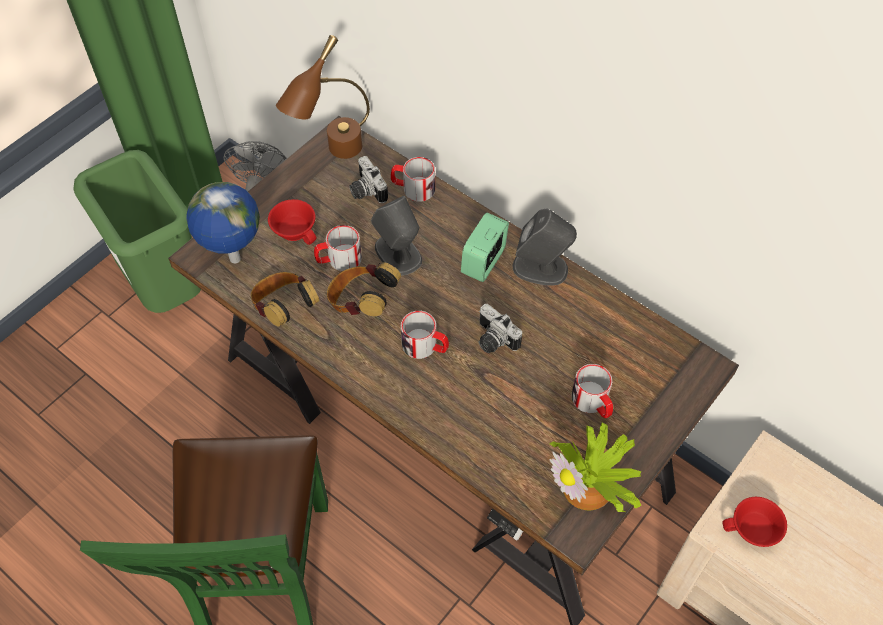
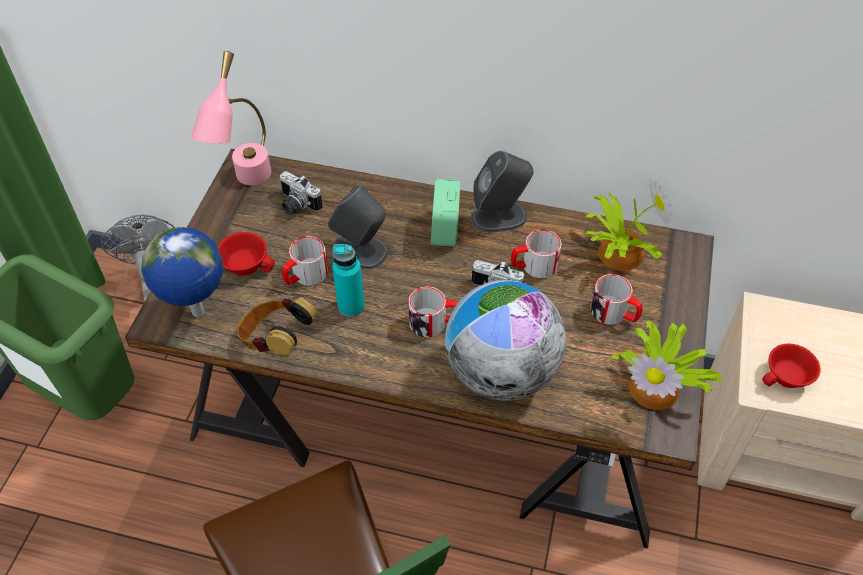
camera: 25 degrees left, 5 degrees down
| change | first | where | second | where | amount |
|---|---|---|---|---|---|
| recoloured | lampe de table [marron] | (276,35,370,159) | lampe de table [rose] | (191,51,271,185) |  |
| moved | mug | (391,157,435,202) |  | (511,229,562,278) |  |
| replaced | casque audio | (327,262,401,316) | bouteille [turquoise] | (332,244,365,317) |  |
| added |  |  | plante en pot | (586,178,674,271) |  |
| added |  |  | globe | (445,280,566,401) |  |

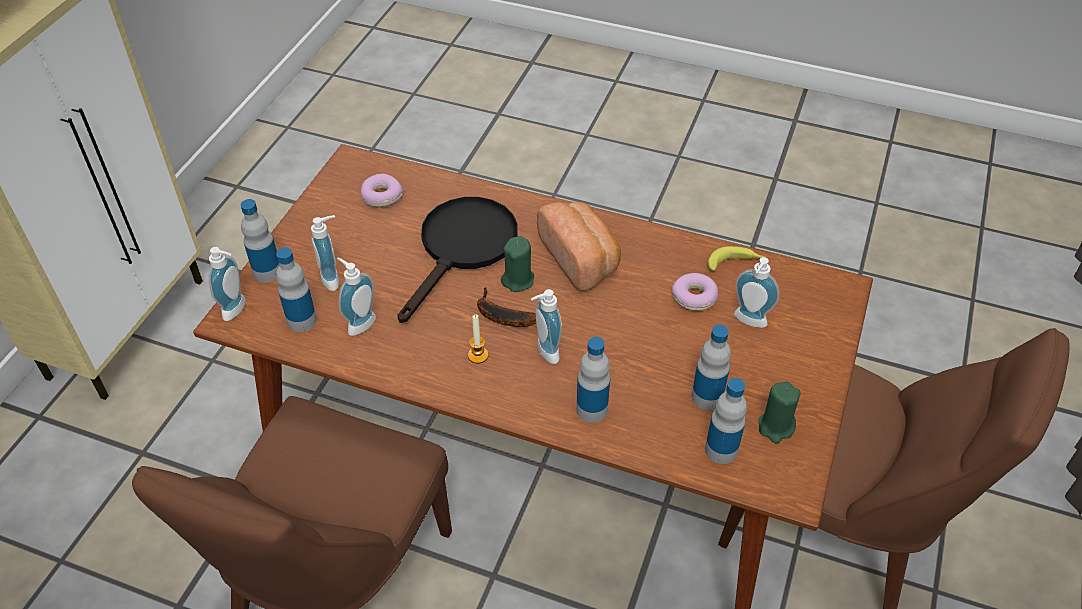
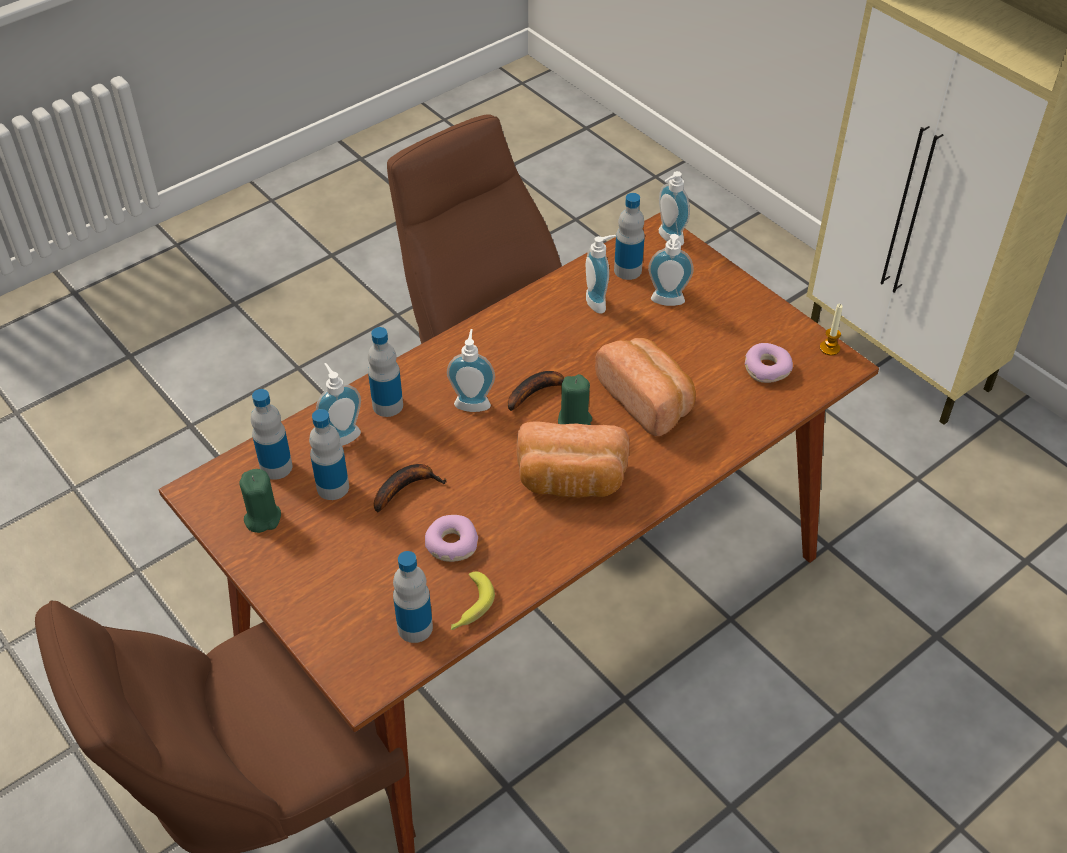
camera: 120 degrees right, 0 degrees up
| change | first | where | second | where | amount |
|---|---|---|---|---|---|
| replaced | poêle [noir] | (397,197,518,323) | pain | (595,338,696,436) |  |
| moved | bouteille | (241,199,280,283) |  | (393,551,433,643) |  |
| moved | distributeur de savon | (734,257,780,328) |  | (316,363,361,446) |  |
| moved | bougie | (468,315,488,364) |  | (820,304,843,355) |  |
| added |  |  | banane | (374,464,447,513) |  |

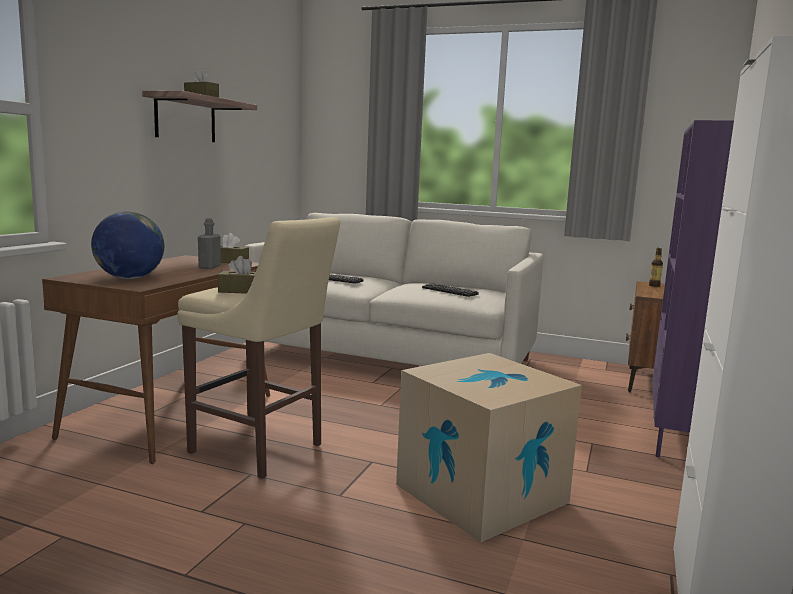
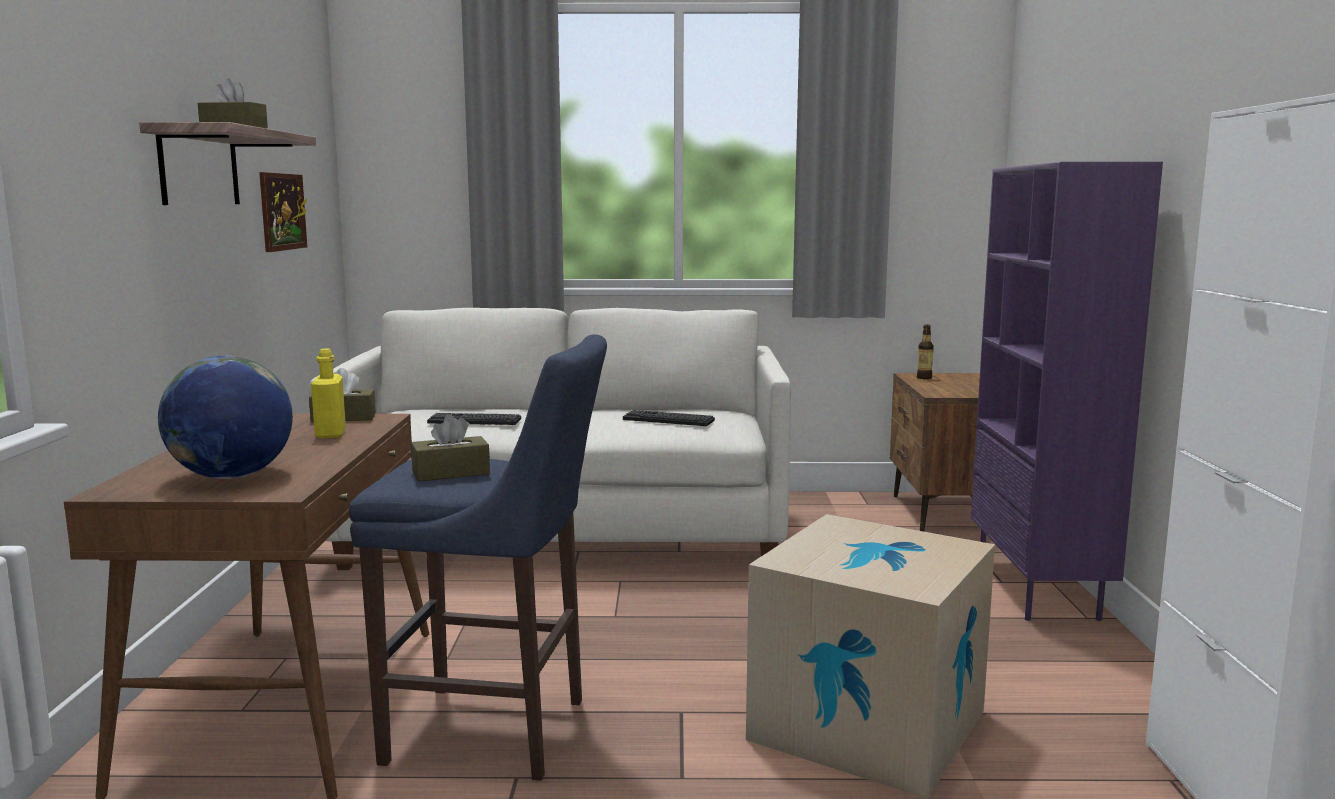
camera: 20 degrees left, 0 degrees up
| change | first | where | second | where | amount |
|---|---|---|---|---|---|
| recoloured | tabouret [beige] | (177,217,340,479) | tabouret [bleu] | (349,334,607,781) |  |
| recoloured | bouteille [gris] | (198,218,221,269) | bouteille [jaune] | (311,348,346,438) |  |
| added |  |  | tableau | (259,172,307,252) |  |

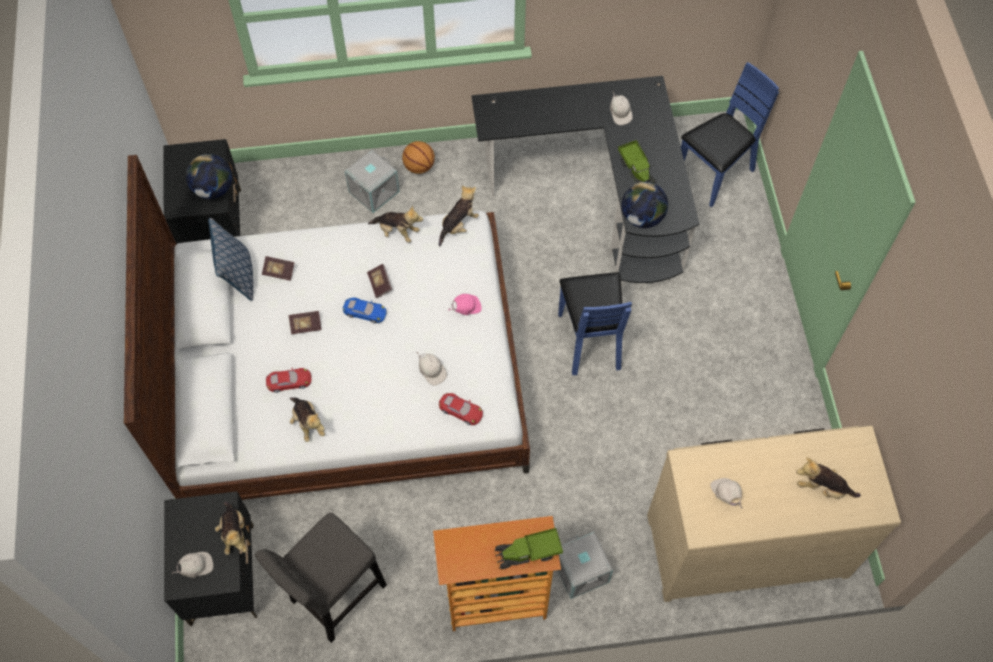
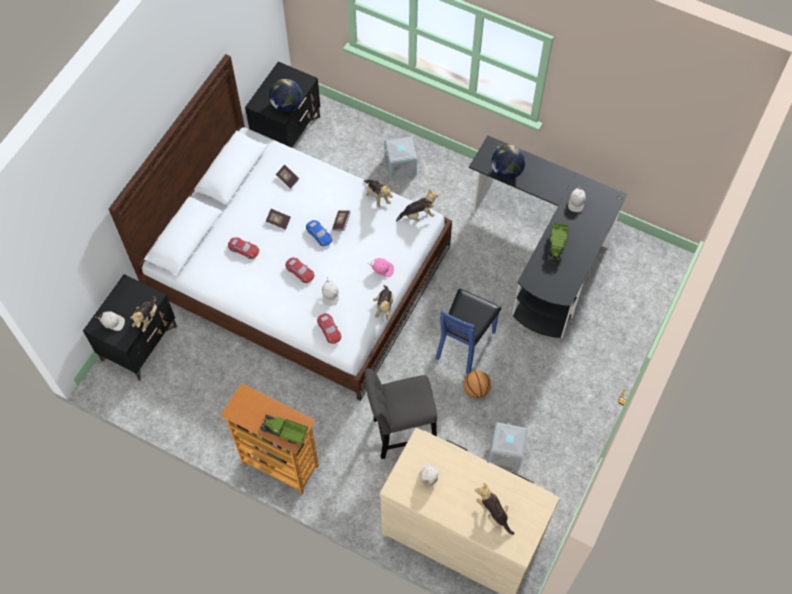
camera: 35 degrees right, 0 degrees up
| change | first | where | second | where | amount |
|---|---|---|---|---|---|
| removed | chaise [bleu] | (681,62,779,207) |  |  |  |
| moved | ballon de basket | (402,141,435,174) |  | (463,370,491,398) |  |
| moved | globe | (622,182,668,228) |  | (491,145,526,179) |  |
| removed | coussin | (208,218,254,301) |  |  |  |
| moved | peluche | (290,397,325,442) |  | (373,285,394,320) |  |
| moved | tabouret [gris] | (255,513,387,643) |  | (365,368,437,459) |  |
| moved | boîte de rangement [gris] | (557,531,613,599) |  | (488,422,528,469) |  |
| added |  |  | petite voiture [rouge] | (285,257,315,283) |  |

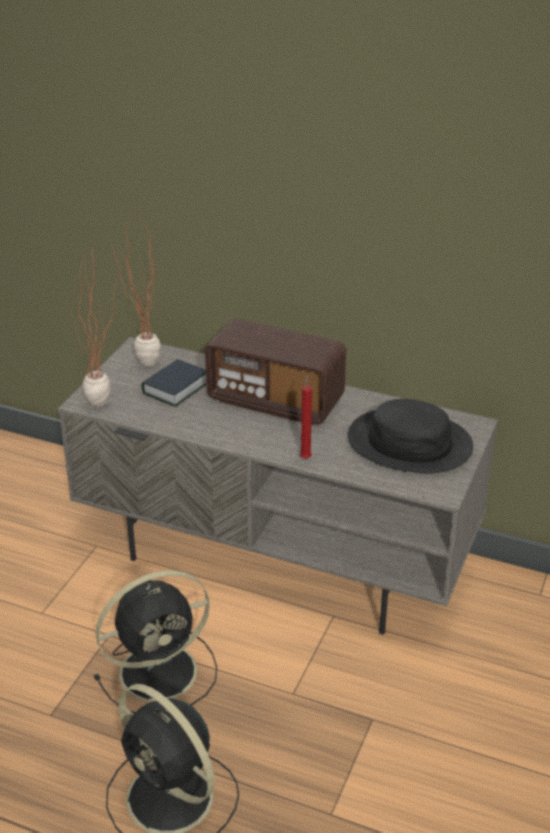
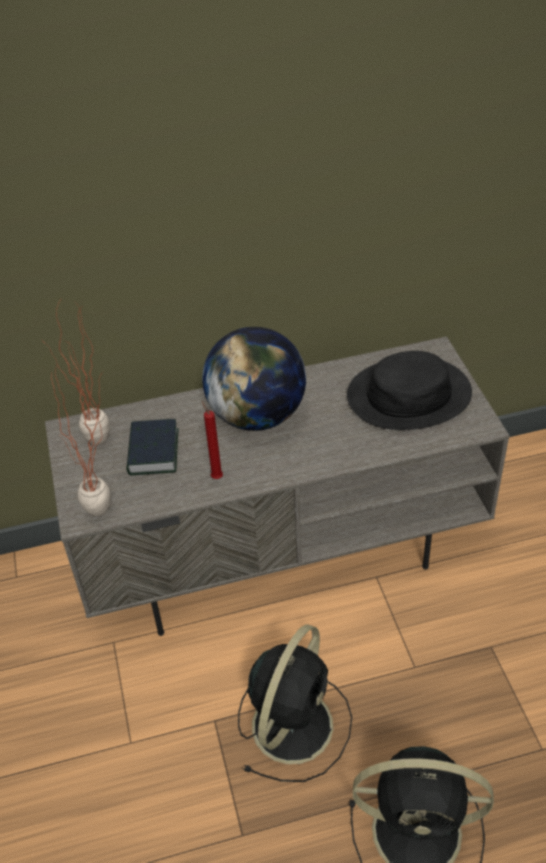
camera: 35 degrees left, 10 degrees up
| change | first | where | second | where | amount |
|---|---|---|---|---|---|
| replaced | radio | (205,319,346,425) | globe | (202,327,306,431) |  |
| moved | bougie [rouge] | (300,375,312,459) |  | (202,401,223,479) |  |

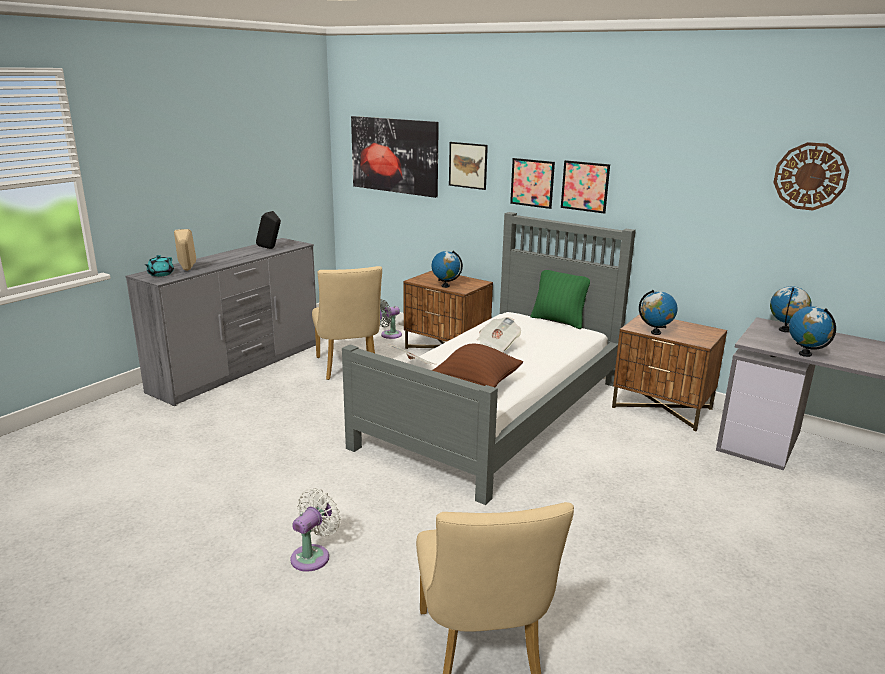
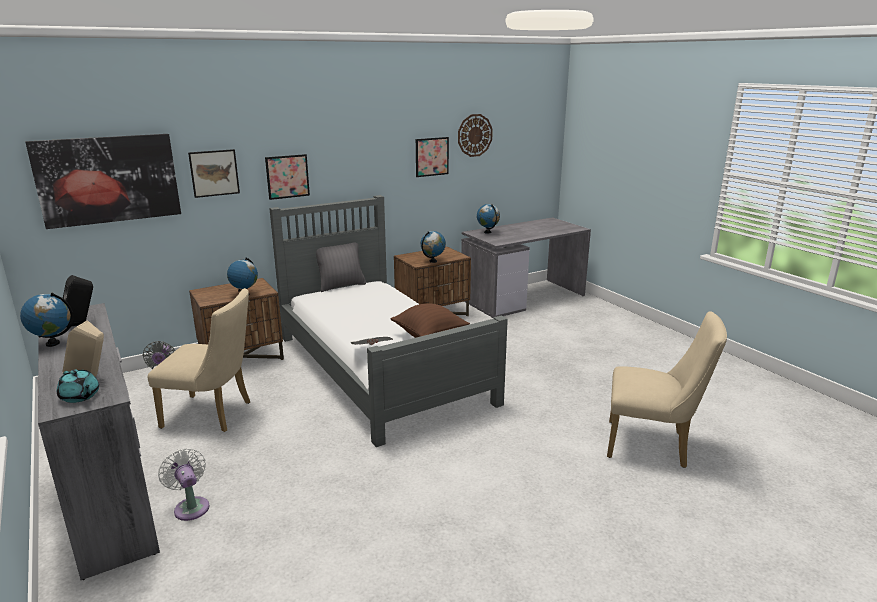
camera: 65 degrees left, 0 degrees up
| change | first | where | second | where | amount |
|---|---|---|---|---|---|
| moved | tableau | (561,160,610,214) |  | (416,137,449,177) |  |
| recoloured | coussin [vert] | (530,270,590,329) | coussin [gris] | (316,243,366,292) |  |
| moved | globe | (789,306,836,357) |  | (20,293,73,347) |  |
| removed | journal | (477,317,521,352) |  |  |  |
| moved | ventilateur [blanc] | (290,488,341,572) |  | (158,448,210,521) |  |

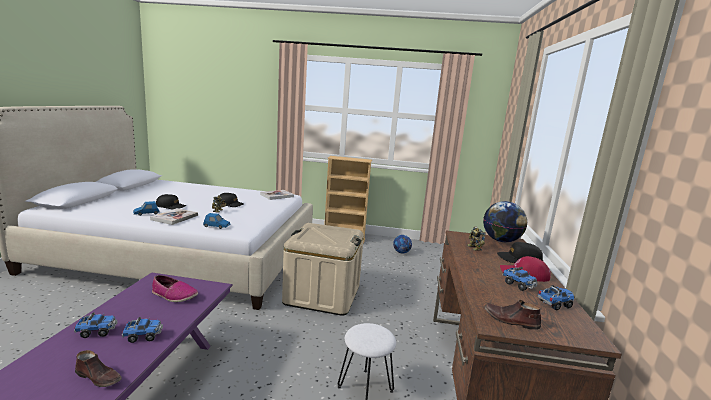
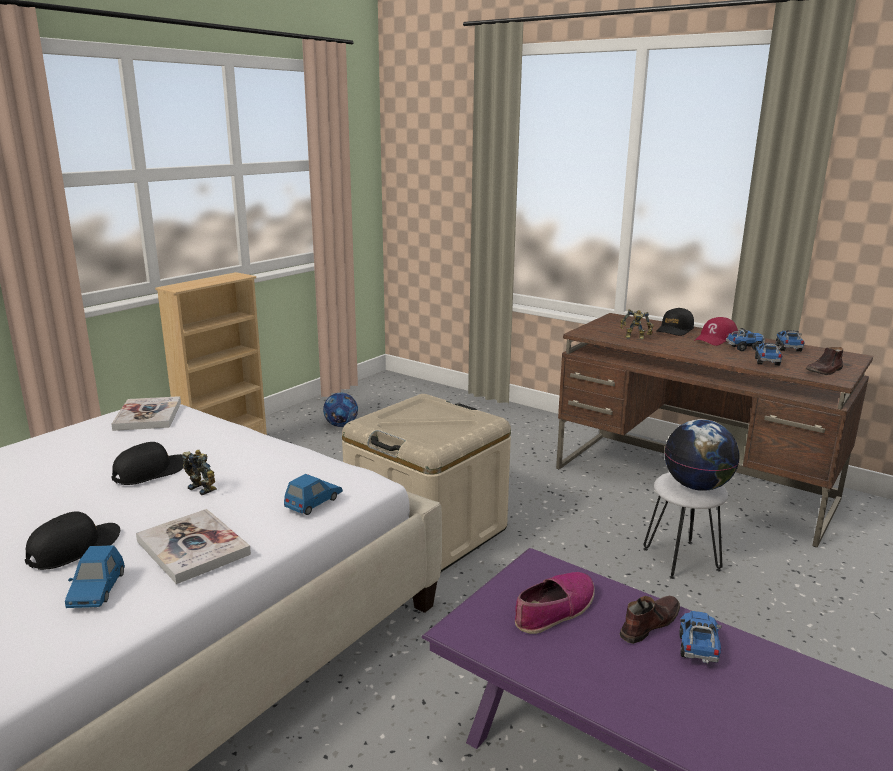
camera: 60 degrees left, 5 degrees up
| change | first | where | second | where | amount |
|---|---|---|---|---|---|
| moved | globe | (483,201,527,242) |  | (664,419,740,491) |  |
| moved | camion jouet | (74,312,118,338) |  | (755,342,783,366) |  |
| moved | chaussure [marron] | (75,350,122,387) |  | (620,596,680,644) |  |

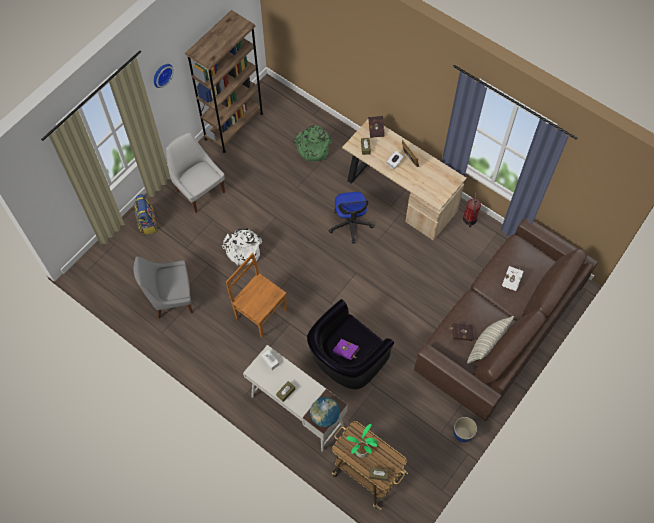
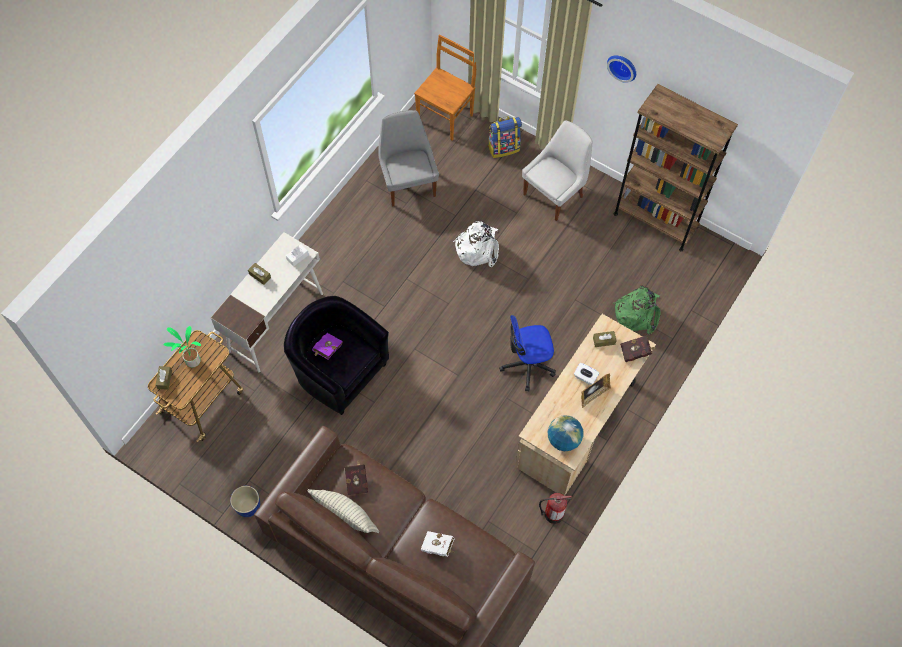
camera: 85 degrees right, 0 degrees up
| change | first | where | second | where | amount |
|---|---|---|---|---|---|
| moved | chaise [marron] | (226,253,287,338) |  | (414,34,476,141) |  |
| moved | globe | (310,397,340,427) |  | (548,415,584,451) |  |

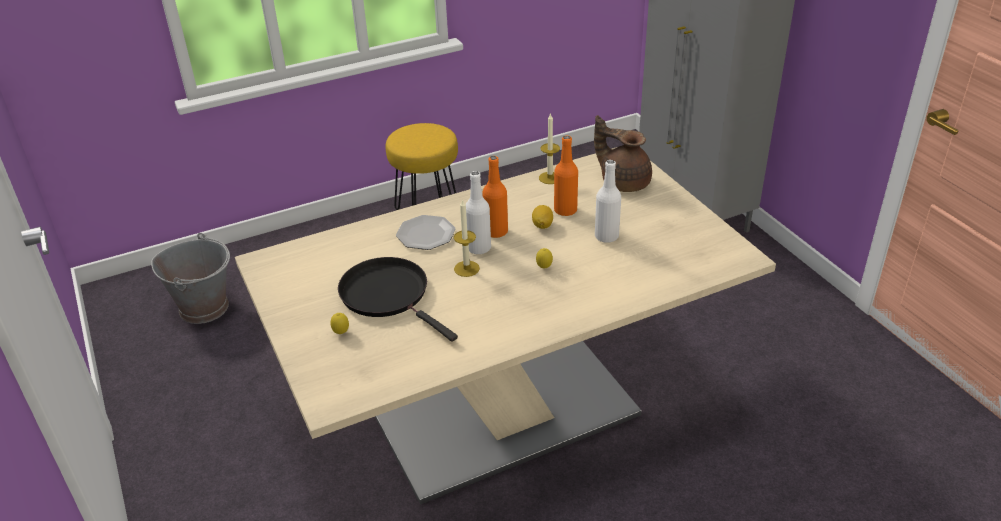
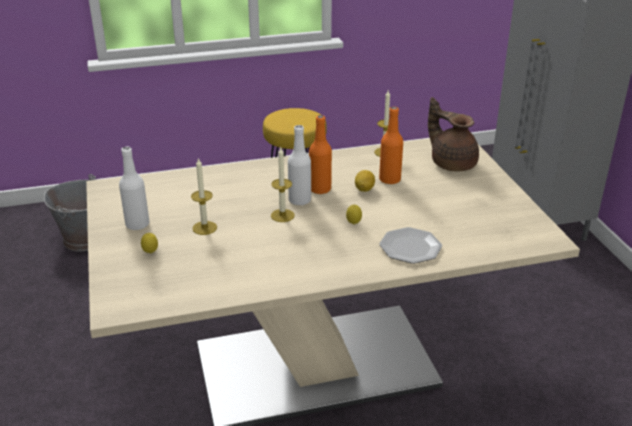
camera: 10 degrees right, 5 degrees down
| change | first | where | second | where | amount |
|---|---|---|---|---|---|
| moved | bouteille [blanc] | (595,160,621,243) |  | (119,146,150,230) |  |
| moved | assiette | (396,215,456,250) |  | (379,227,442,264) |  |
| replaced | poêle [noir] | (338,257,458,342) | bougie | (191,158,217,235) |  |

